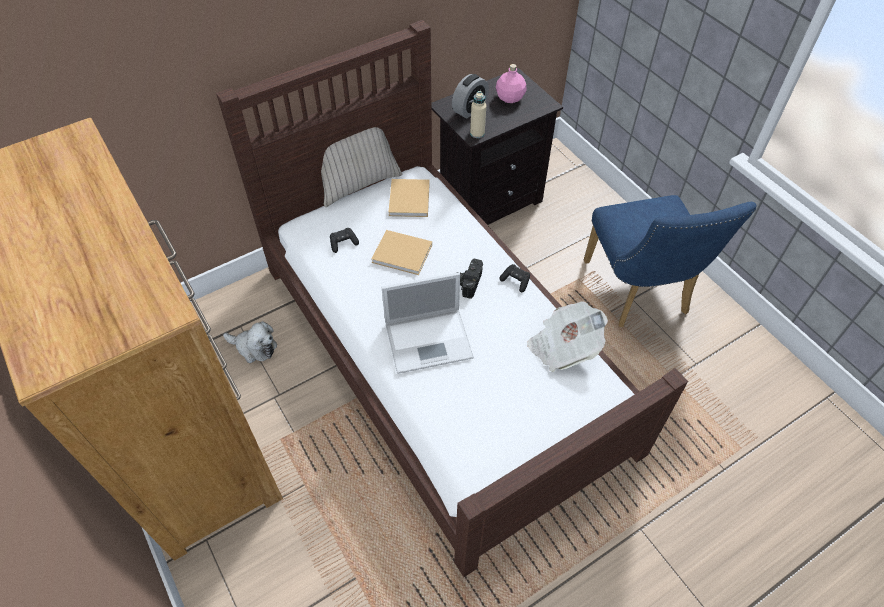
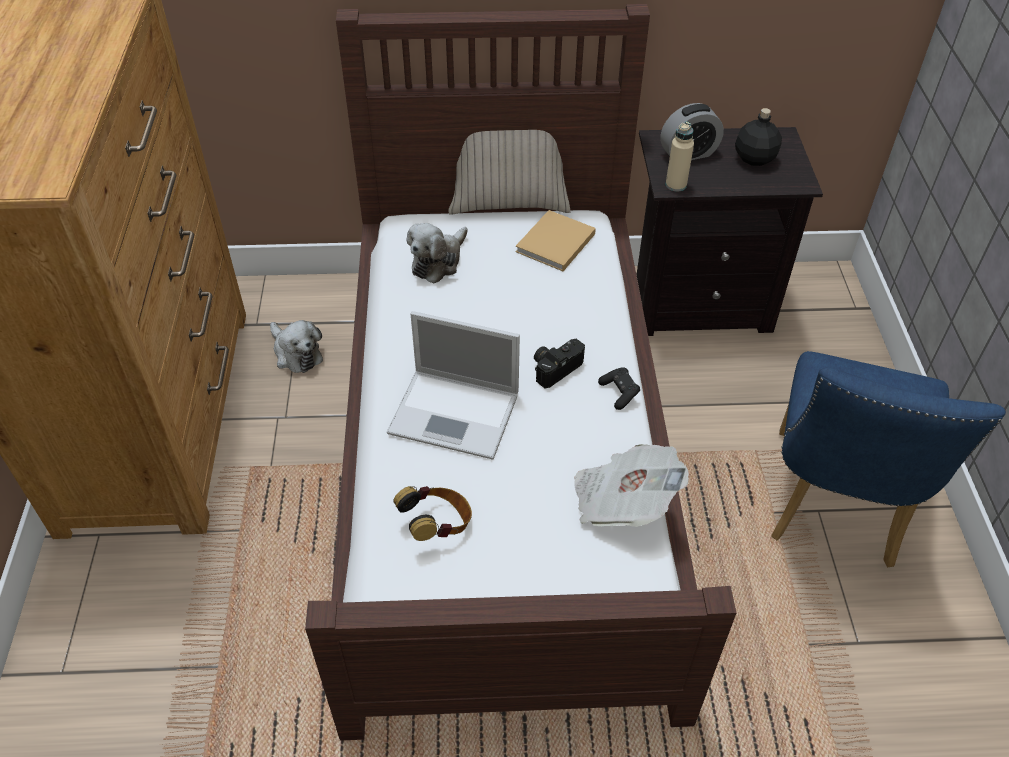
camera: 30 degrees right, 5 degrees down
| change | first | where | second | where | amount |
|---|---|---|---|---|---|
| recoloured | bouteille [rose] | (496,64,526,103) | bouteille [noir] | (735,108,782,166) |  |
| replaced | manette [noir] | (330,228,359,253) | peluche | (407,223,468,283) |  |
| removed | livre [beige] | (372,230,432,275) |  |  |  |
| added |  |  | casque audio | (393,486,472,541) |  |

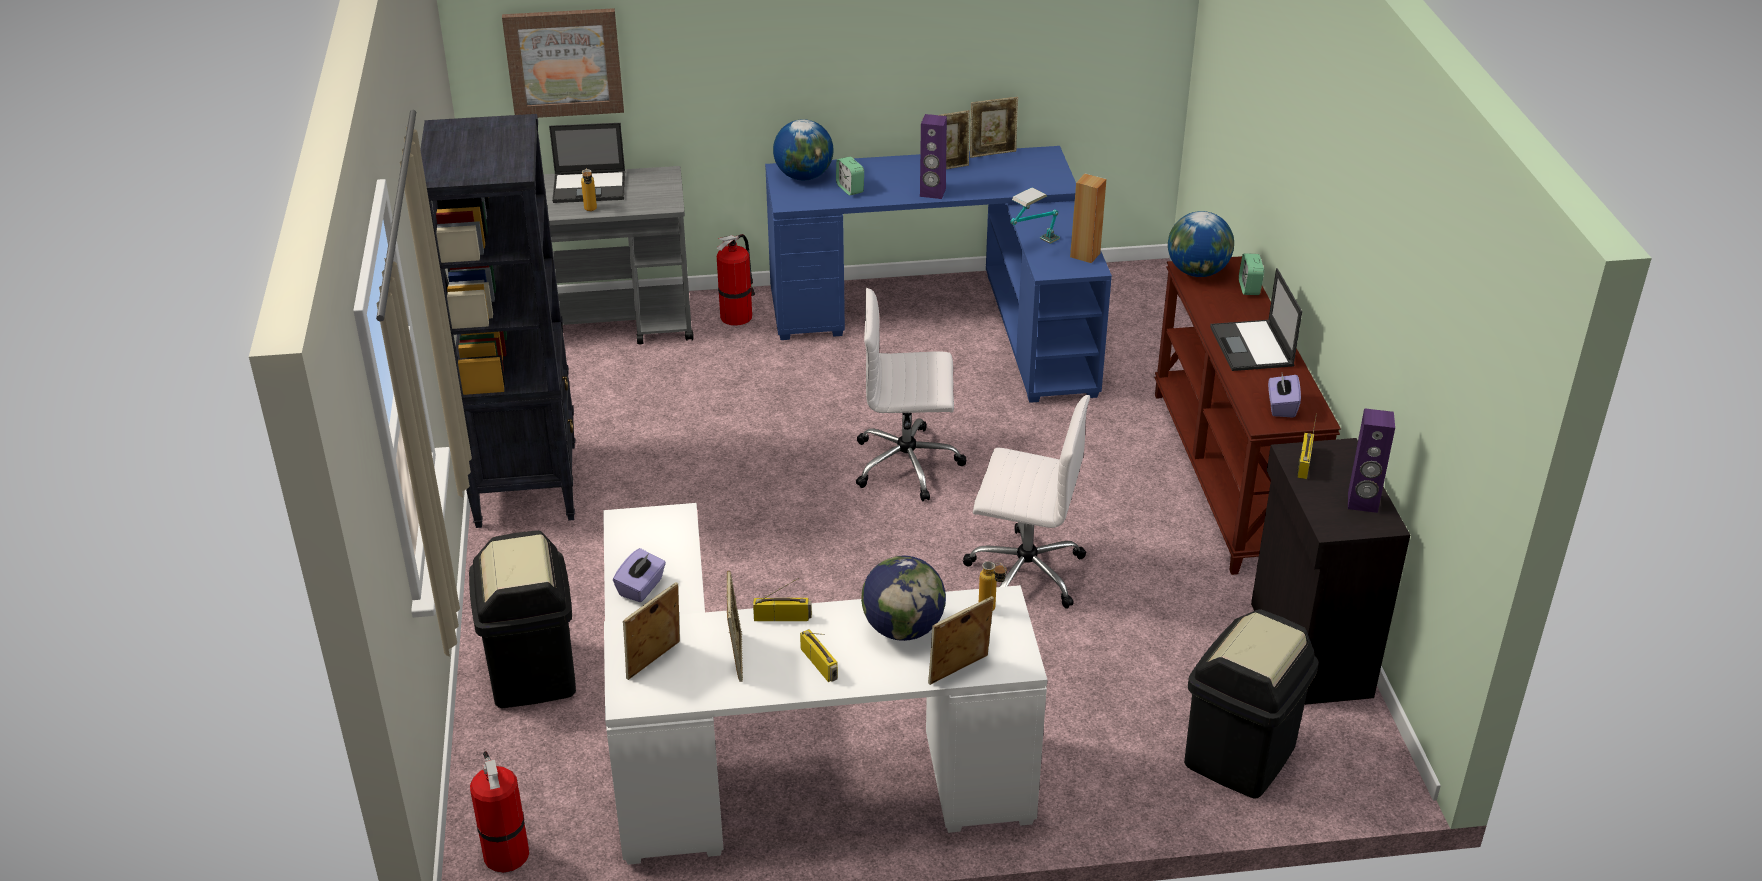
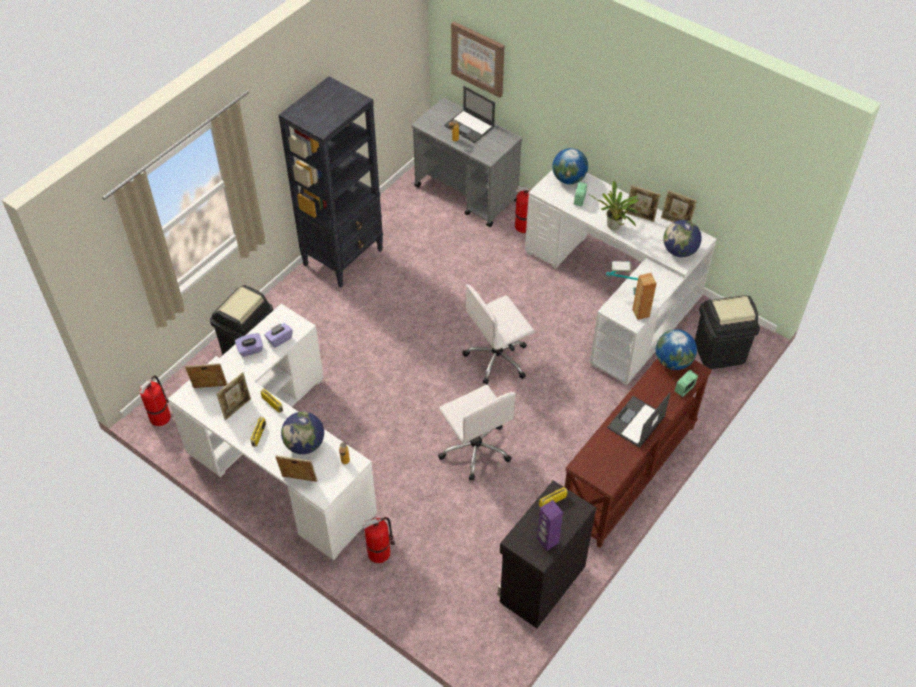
camera: 45 degrees right, 15 degrees up
| change | first | where | second | where | amount |
|---|---|---|---|---|---|
| replaced | enceinte [violet] | (920,114,947,199) | plante en pot | (589,181,639,230) |  |
| recoloured | bureau [bleu] | (765,146,1112,403) | bureau [blanc] | (525,169,716,386) |  |
| turned | chaise de bureau [blanc] | (856,288,966,501) |  | (463,284,534,384) | 75 degrees counterclockwise |
| moved | boîte à mouchoirs [violet] | (1268,374,1301,418) |  | (264,323,293,348) |  |
| moved | poubelle [noir] | (1184,609,1319,799) |  | (695,295,760,369) |  |
| added |  |  | globe | (663,220,702,257) |  |
| added |  |  | extincteur | (362,517,395,563) |  |

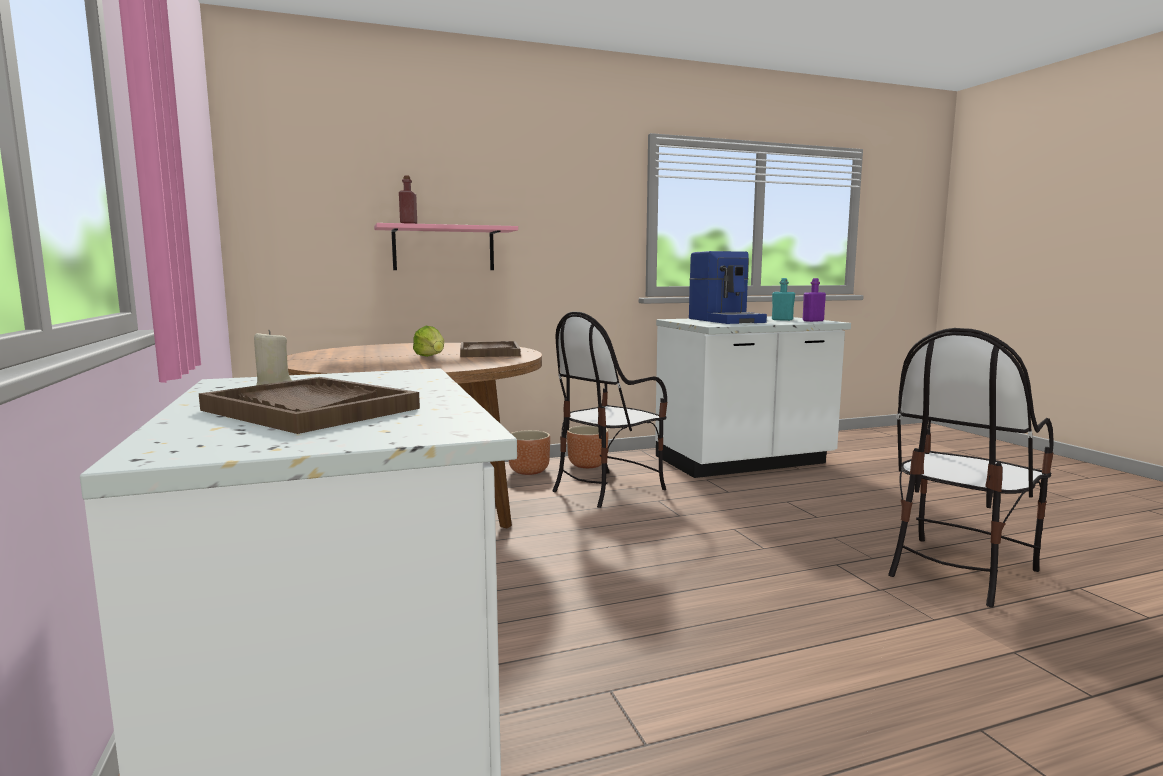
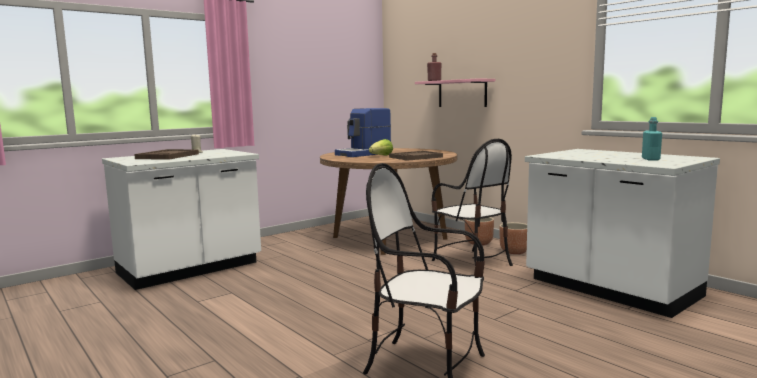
camera: 70 degrees right, 0 degrees up
| change | first | where | second | where | amount |
|---|---|---|---|---|---|
| moved | machine à café | (689,251,767,324) |  | (335,108,391,157) |  |
| removed | bouteille [violet] | (803,278,826,322) |  |  |  |
| turned | chaise | (552,311,667,508) |  | (431,139,513,266) | 150 degrees counterclockwise |

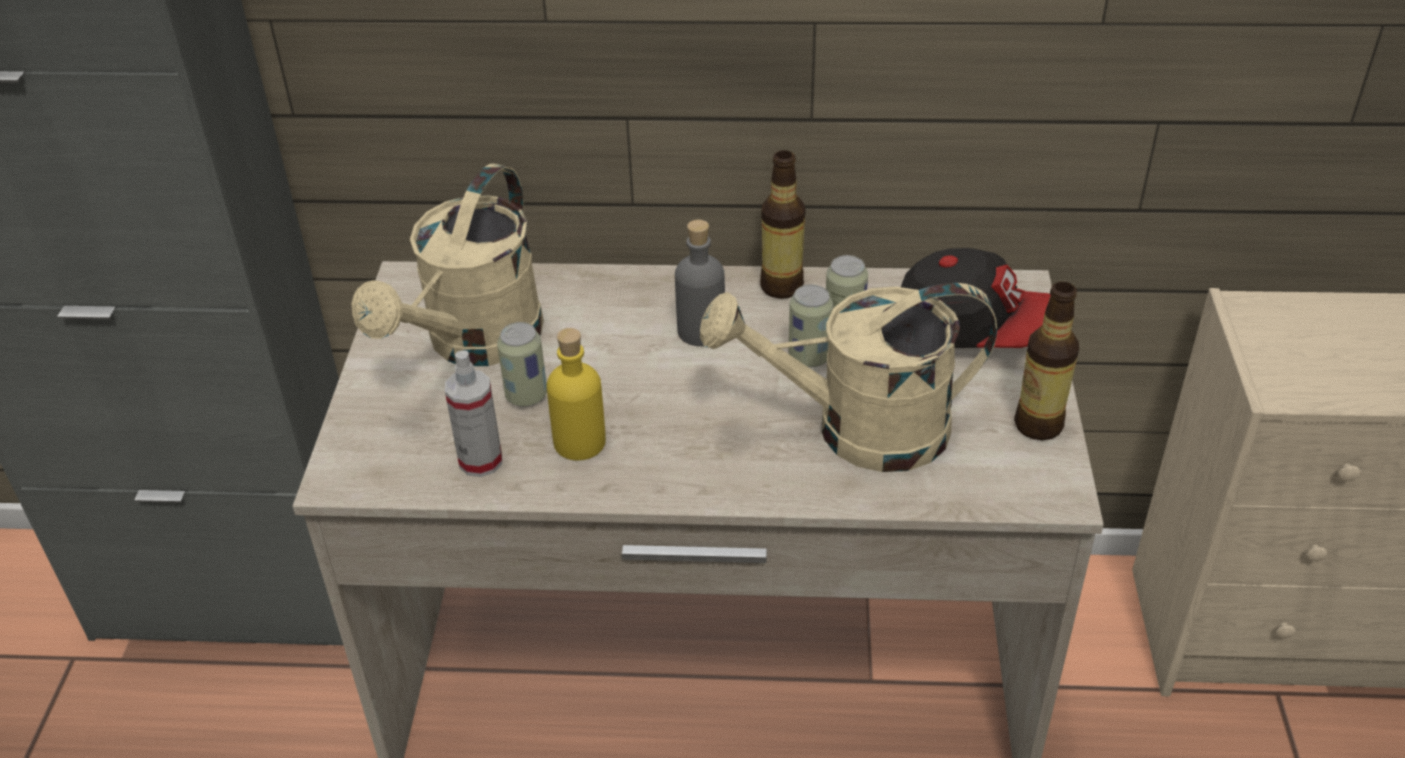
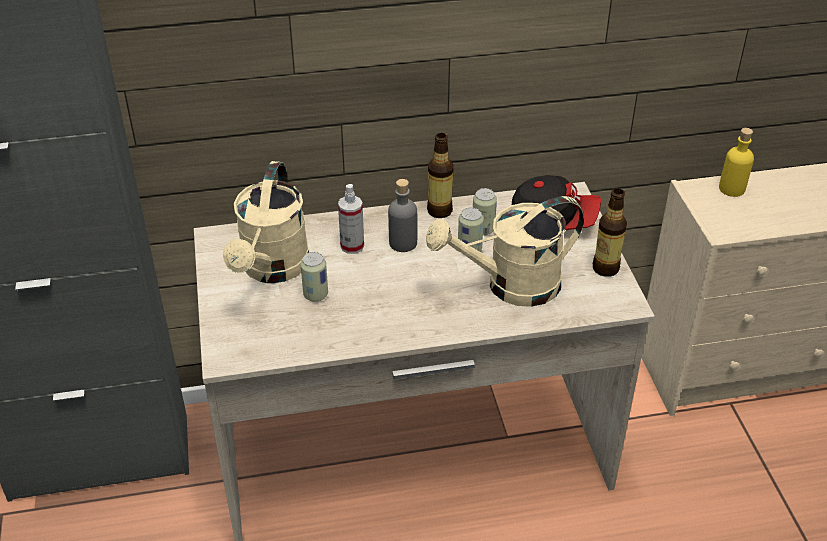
camera: 15 degrees left, 0 degrees up
| change | first | where | second | where | amount |
|---|---|---|---|---|---|
| moved | bouteille [jaune] | (547,328,606,460) |  | (719,128,754,197) |  |
| moved | vaporisateur | (445,350,502,477) |  | (338,184,364,254) |  |

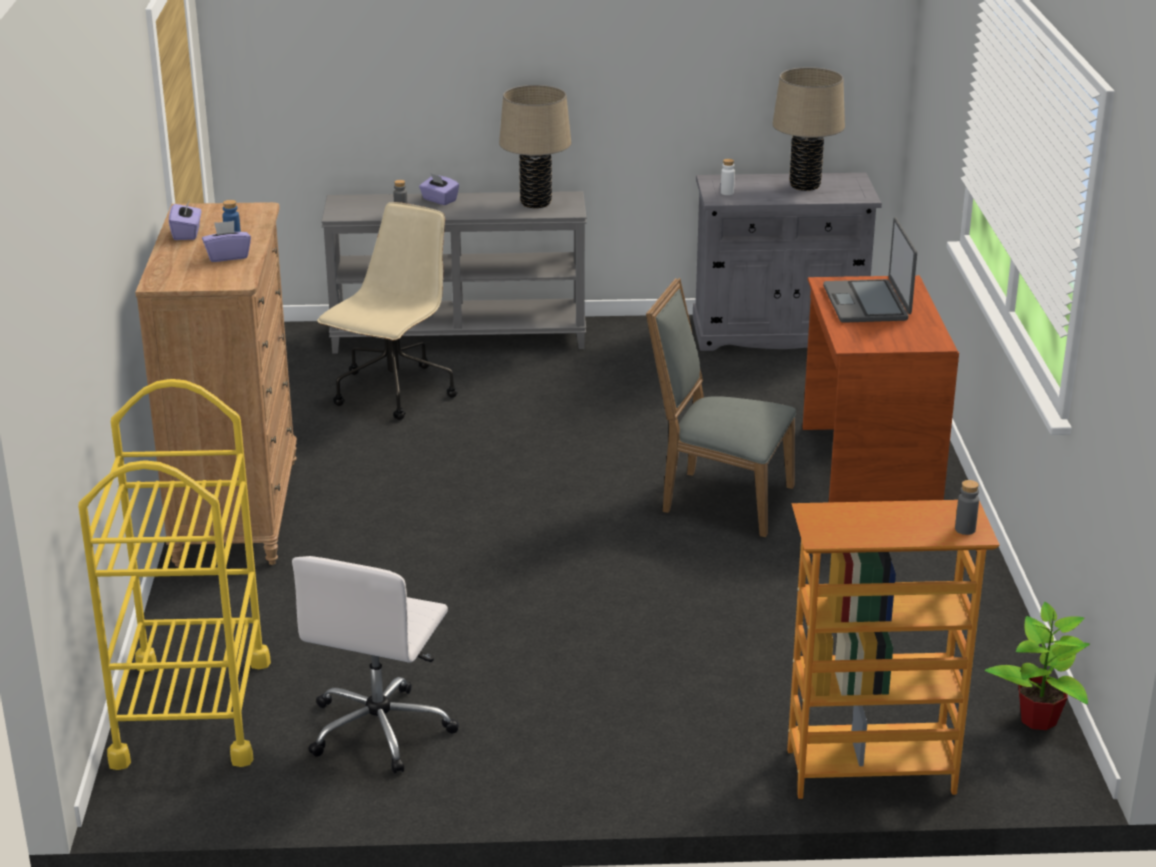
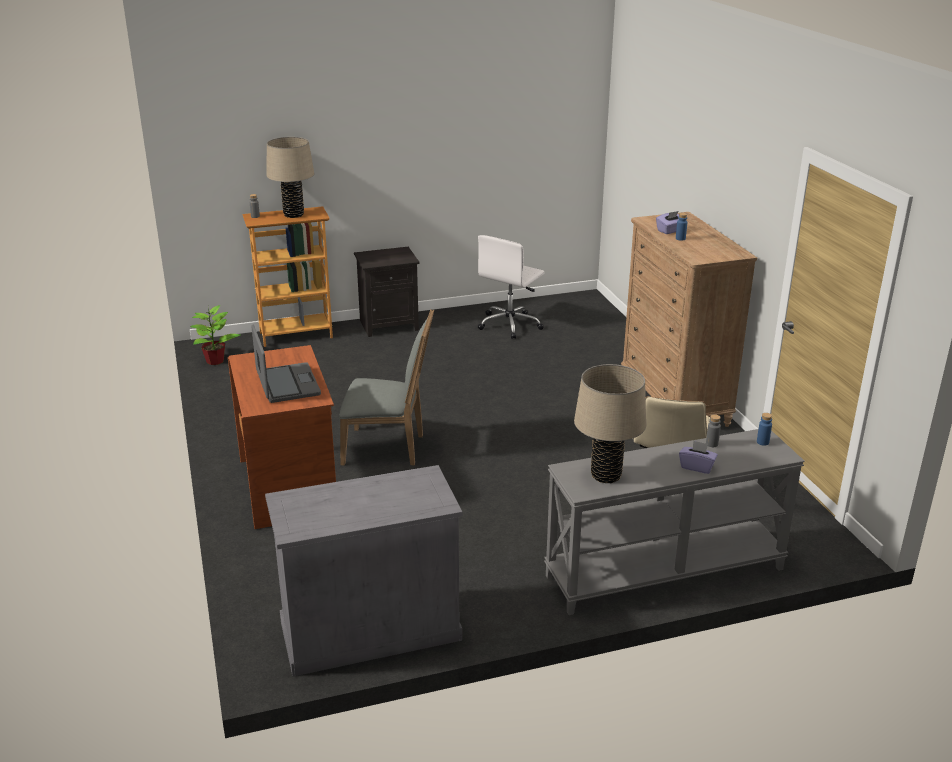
camera: 165 degrees right, 0 degrees up
| change | first | where | second | where | amount |
|---|---|---|---|---|---|
| moved | lampe de table [beige] | (772,67,845,191) |  | (266,137,314,218) |  |
| removed | bouteille [blanc] | (721,159,735,195) |  |  |  |
| removed | boîte à mouchoirs [violet] | (169,199,201,240) |  |  |  |
| removed | chariot [jaune] | (78,379,271,770) |  |  |  |
| turned | chaise de bureau [blanc] | (292,556,459,773) |  | (478,235,544,339) | 150 degrees counterclockwise |
| added |  |  | table de chevet [noir] | (354,247,420,337) |  |
| added |  |  | bouteille [bleu] | (757,413,772,446) |  |

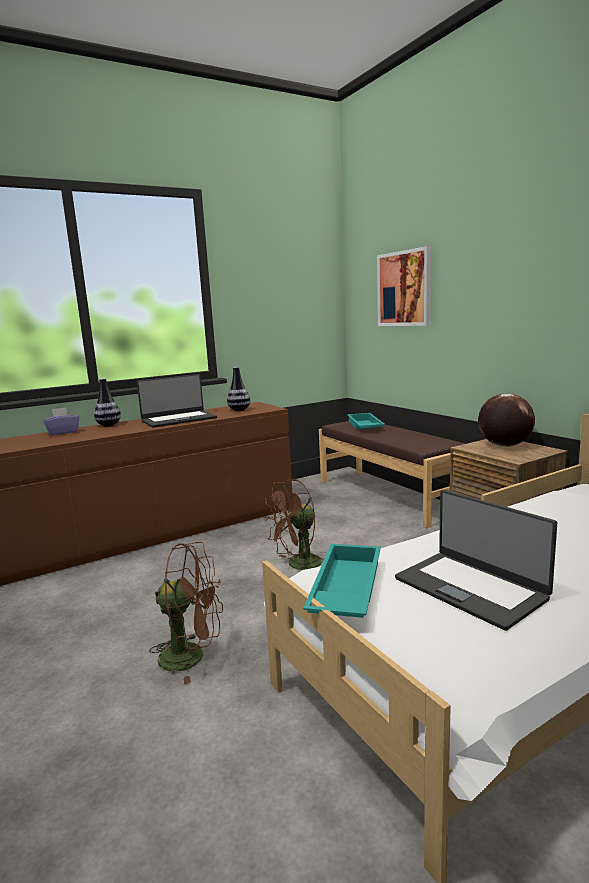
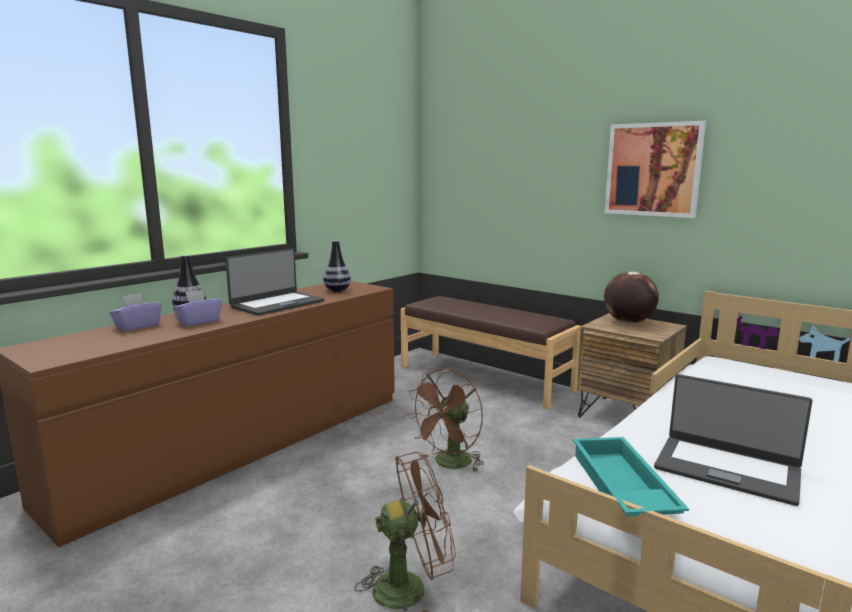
camera: 20 degrees left, 0 degrees up
| change | first | where | second | where | amount |
|---|---|---|---|---|---|
| moved | tableau | (377,246,431,326) |  | (605,121,706,218) |  |
| removed | plateau [turquoise] | (347,413,385,429) |  |  |  |
| added |  |  | boîte à mouchoirs [violet] | (173,289,222,326) |  |

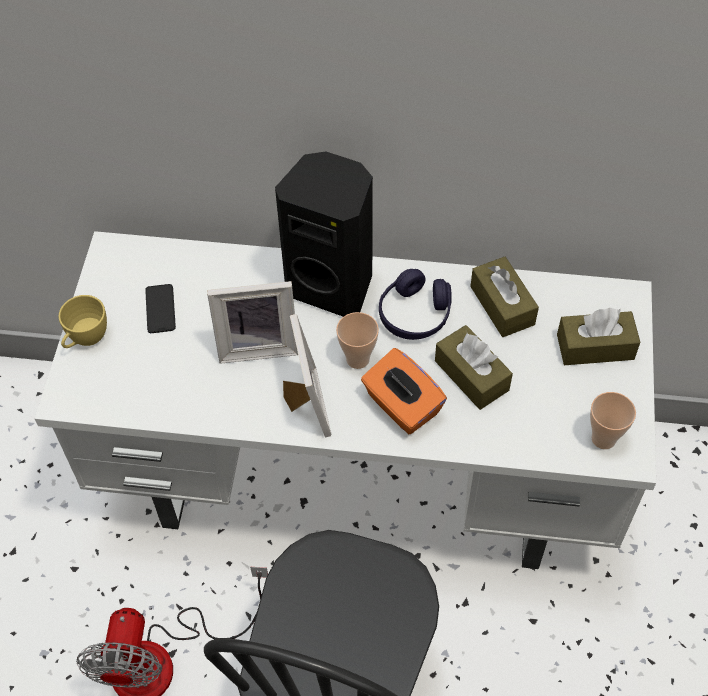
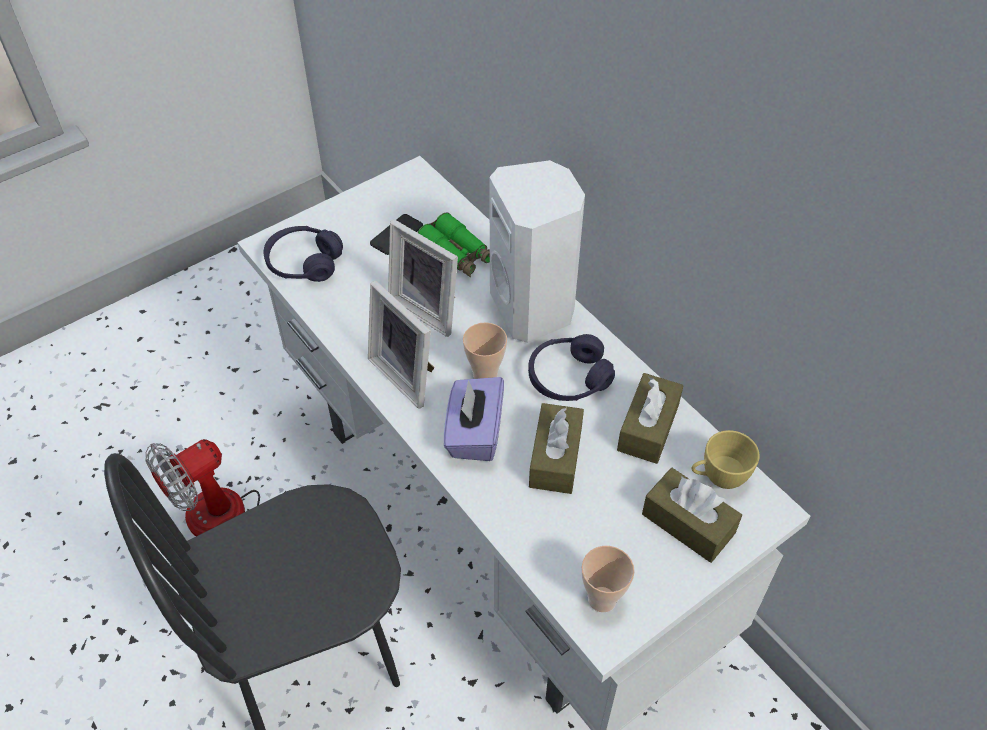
camera: 45 degrees right, 5 degrees down
| change | first | where | second | where | amount |
|---|---|---|---|---|---|
| recoloured | enceinte [noir] | (275,152,373,317) | enceinte [blanc] | (489,160,585,343) |  |
| moved | tasse [jaune] | (59,295,107,348) |  | (692,430,760,489) |  |
| turned | cadre photo | (283,314,331,438) |  | (368,280,435,409) | 105 degrees clockwise |
| recoloured | boîte à mouchoirs [orange] | (361,348,447,434) | boîte à mouchoirs [violet] | (444,377,504,461) |  |
| added |  |  | jumelles [vert] | (417,212,490,277) |  |
| added |  |  | casque audio [violet] | (264,226,343,282) |  |

